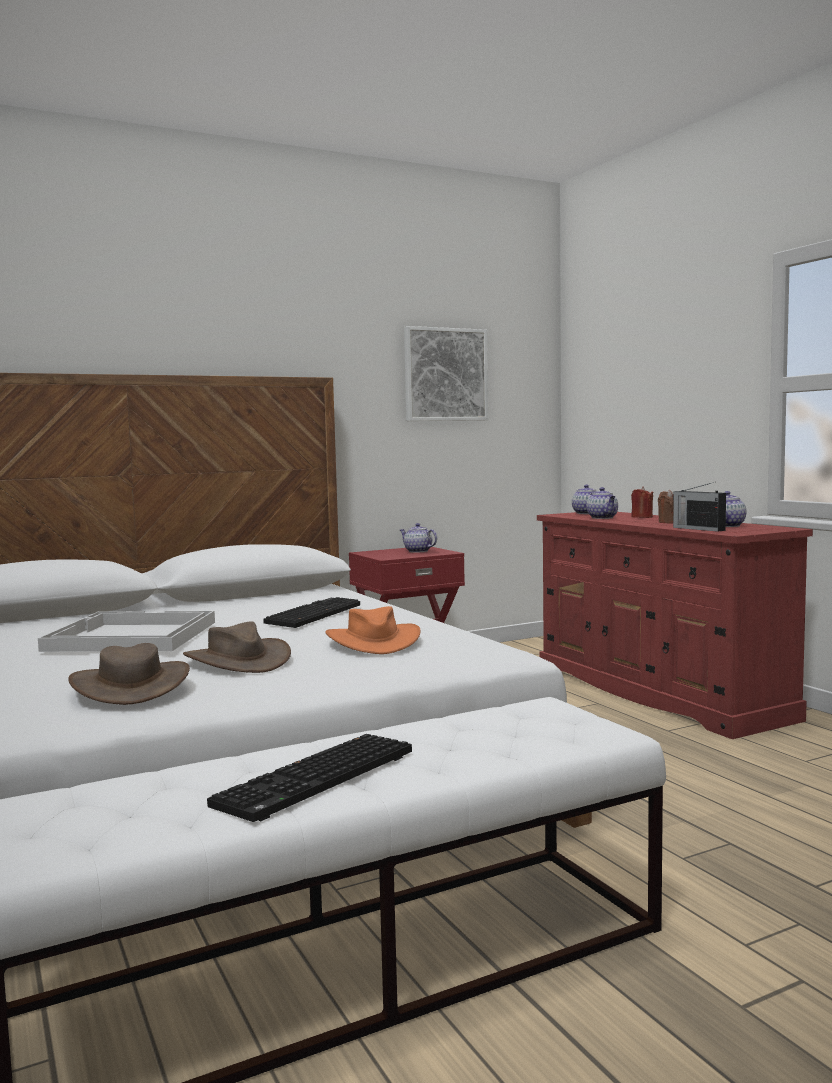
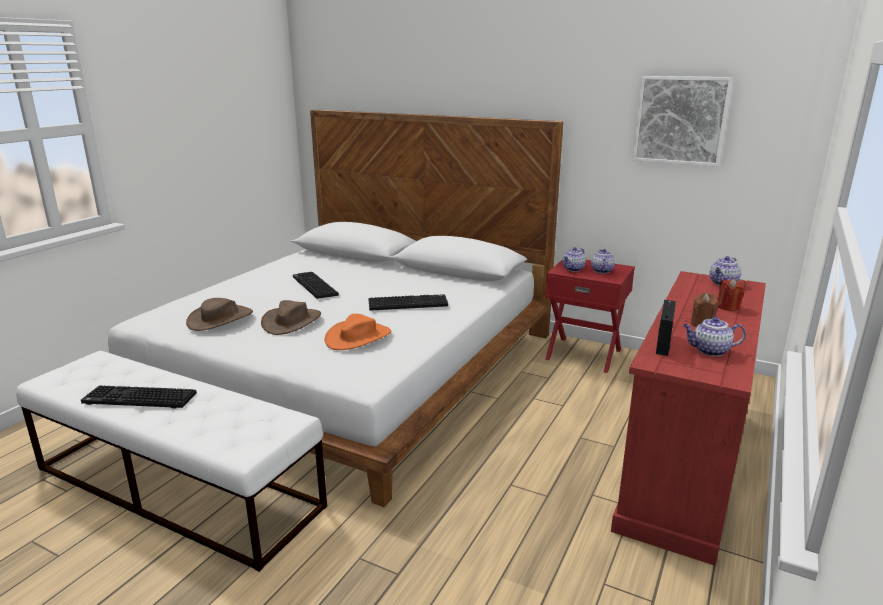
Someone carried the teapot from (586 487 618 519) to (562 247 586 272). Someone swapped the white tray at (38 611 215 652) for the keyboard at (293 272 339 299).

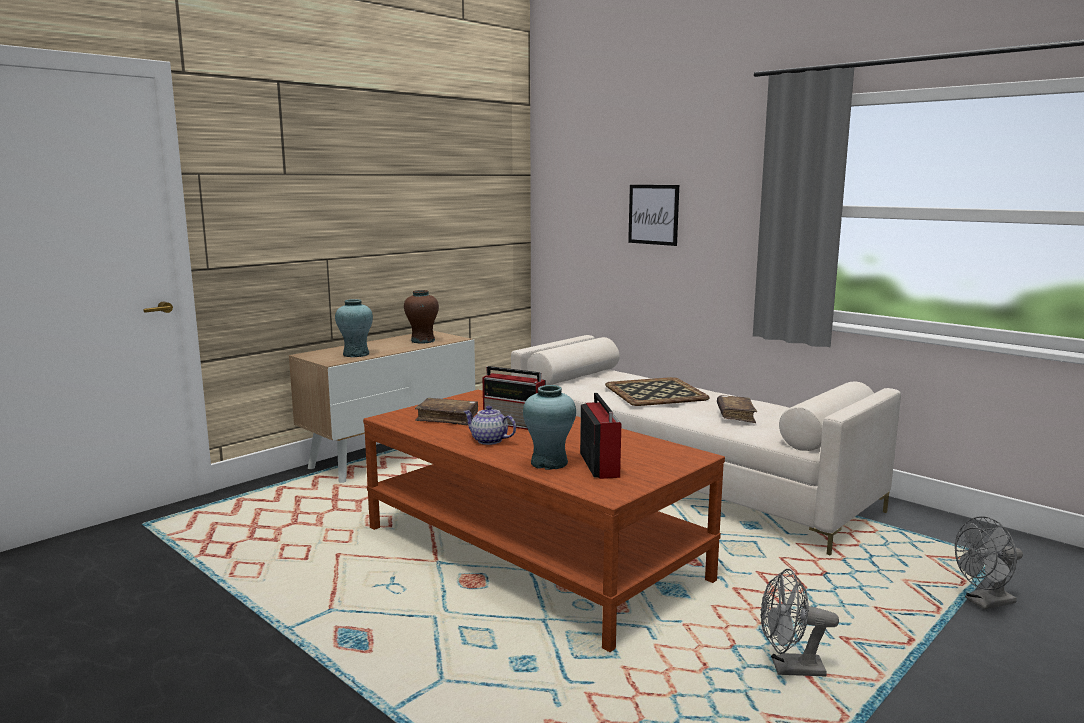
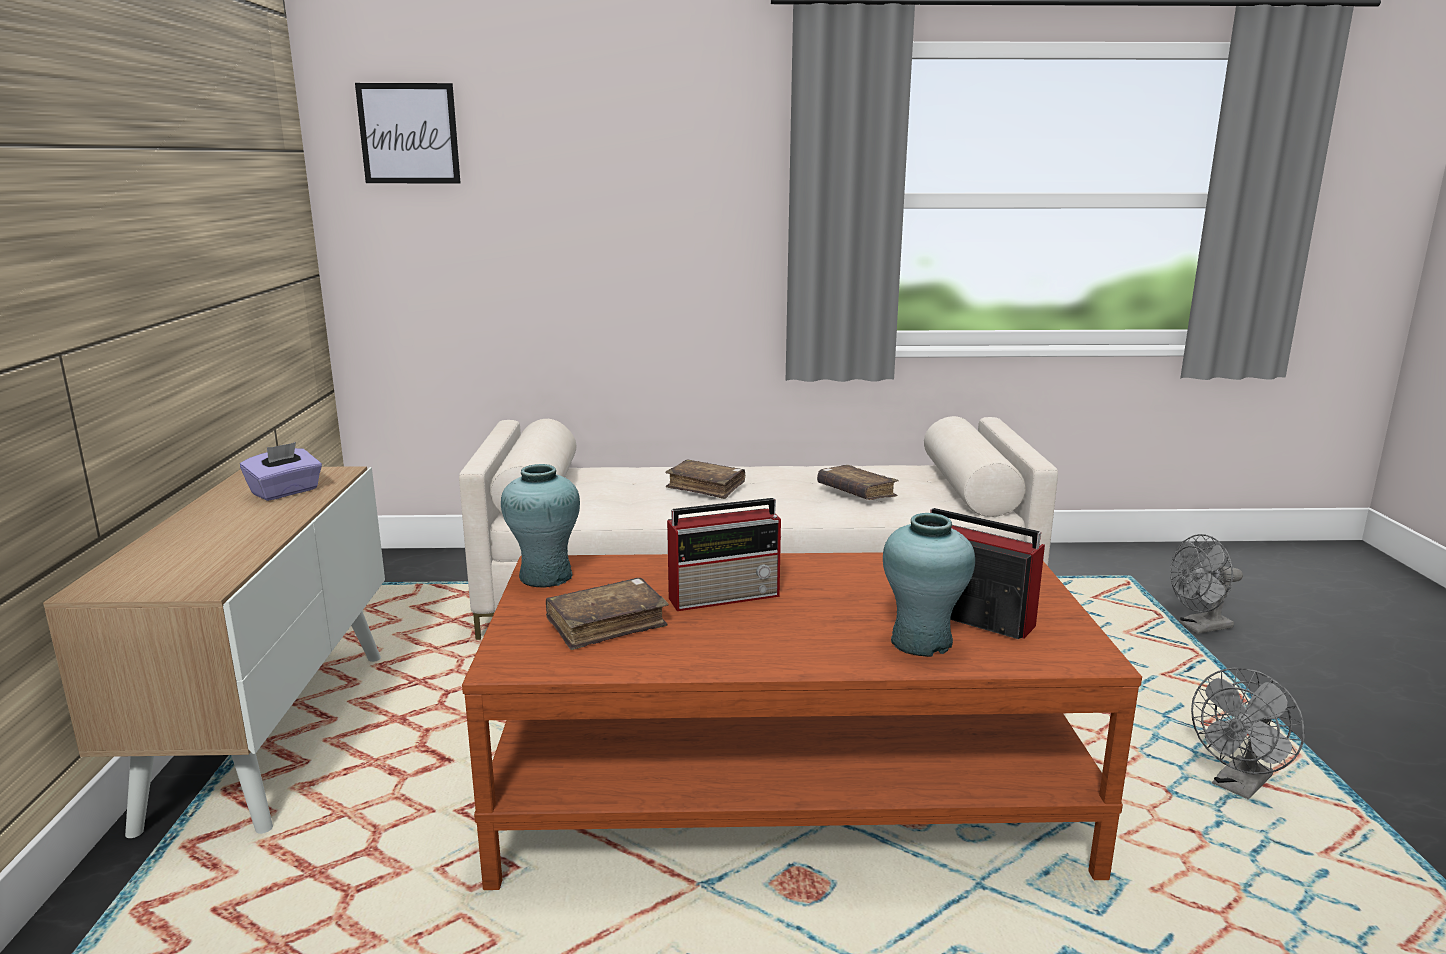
Someone took away the teapot at (463 406 516 445). Someone carried the turquoise vase from (335 299 373 357) to (501 464 580 588). Someone carried the picture from (628 185 679 246) to (355 83 460 183). Someone swapped the brown vase at (404 290 439 343) for the purple tissue box at (240 442 322 501). Someone swapped the tray at (605 377 710 406) for the brown book at (665 460 745 499). Someone rotated the grey fan at (955 516 1023 610) by 45 degrees clockwise.

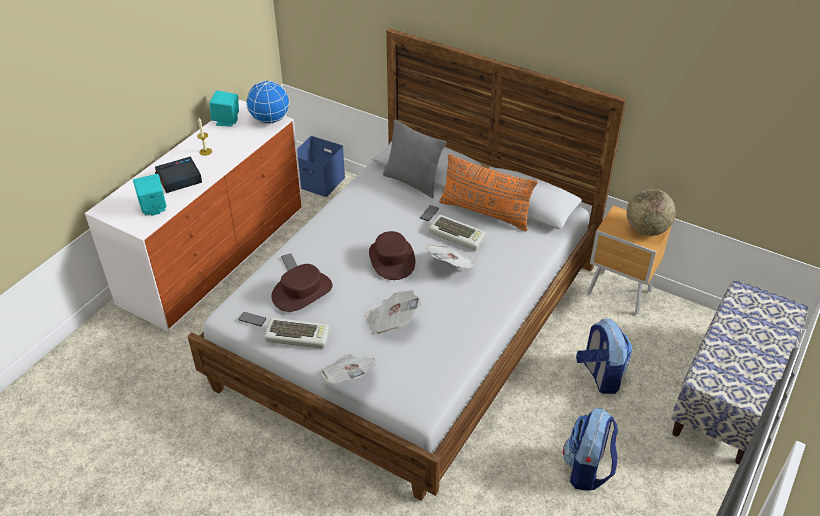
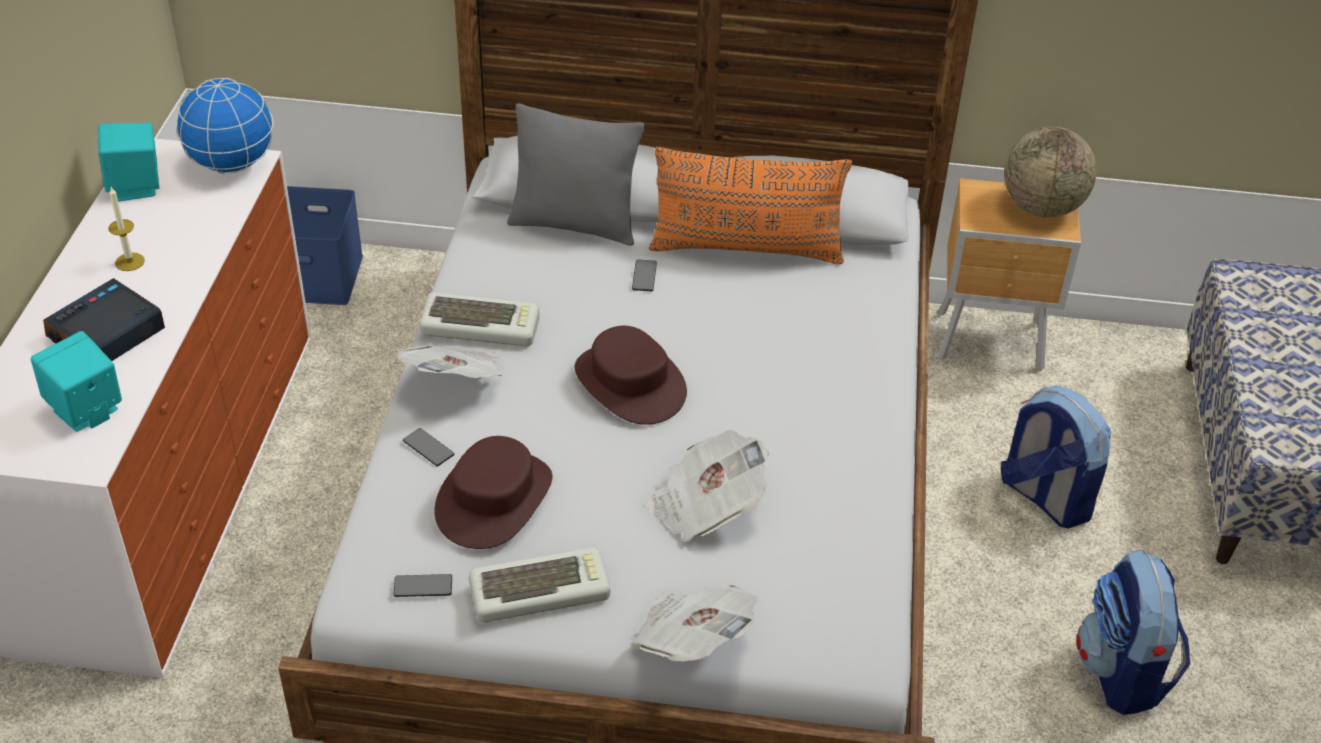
Someone carried the newspaper from (426 245 477 269) to (397 345 503 378). Someone carried the keyboard from (429 215 486 250) to (419 292 540 346).

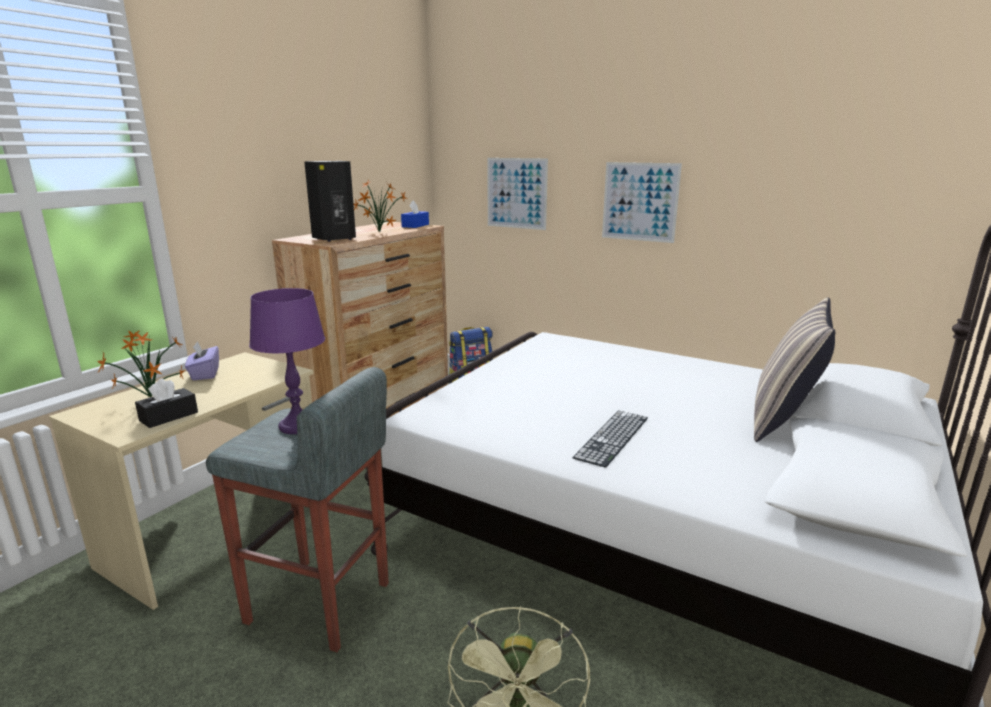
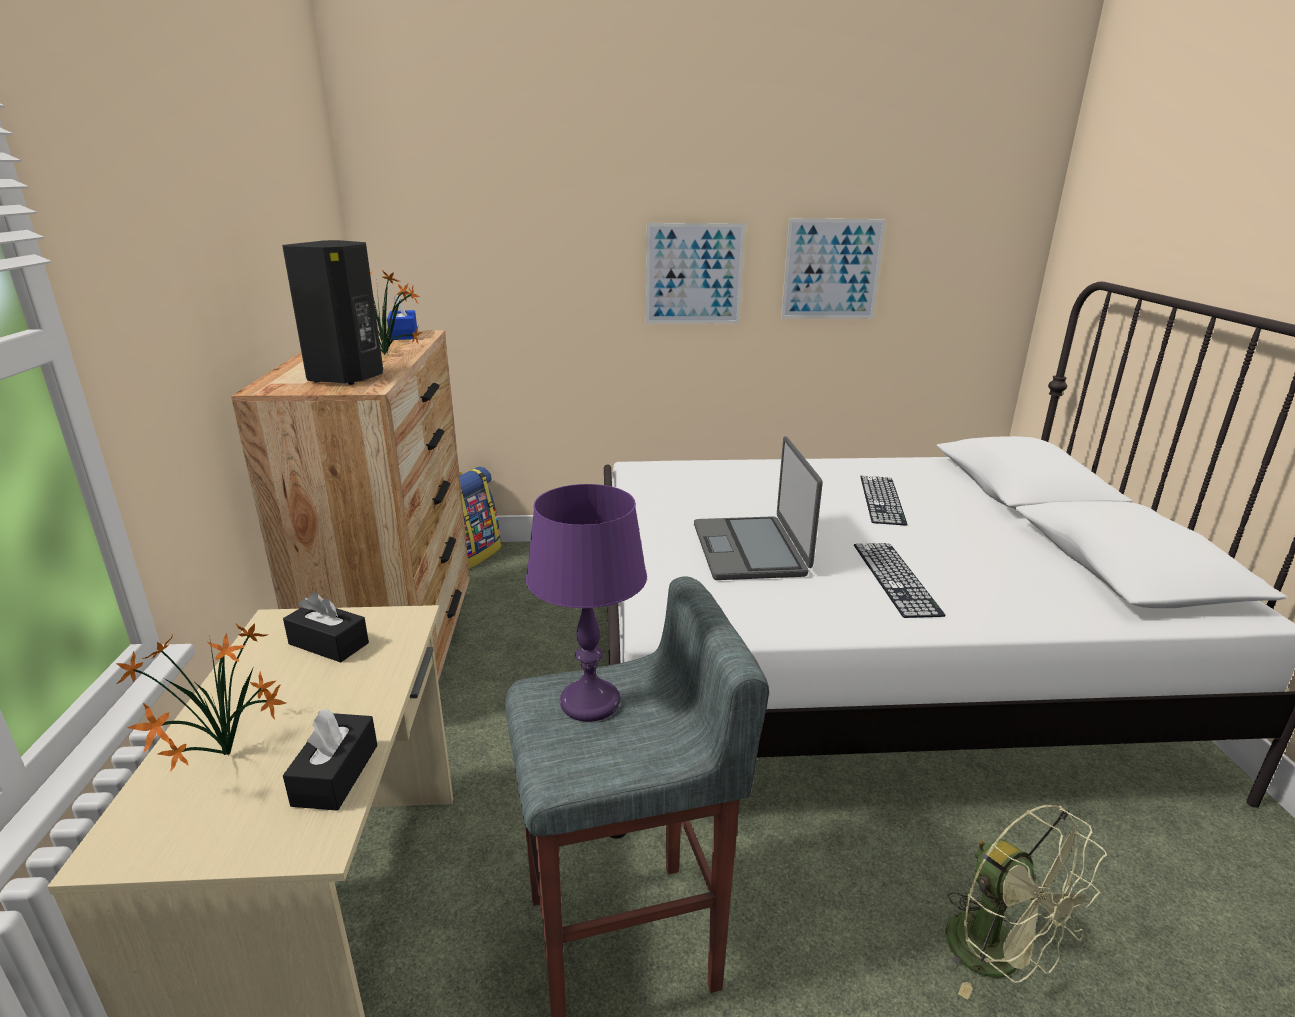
Someone took away the purple tissue box at (185 341 219 380). Someone took away the pillow at (754 297 835 442). Someone put down the black tissue box at (283 592 369 663). Someone put down the laptop at (694 436 823 580). Someone put down the keyboard at (860 476 908 525). Someone carried the picture from (487 158 548 230) to (781 219 886 319).

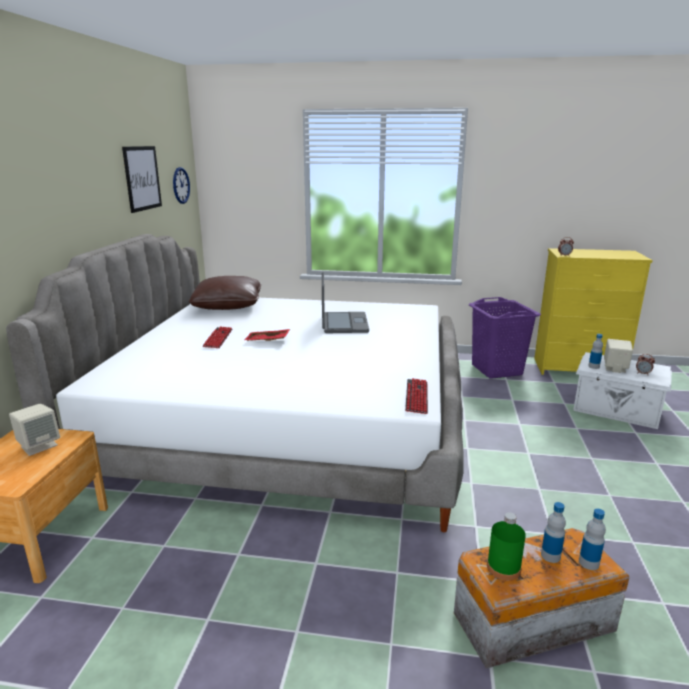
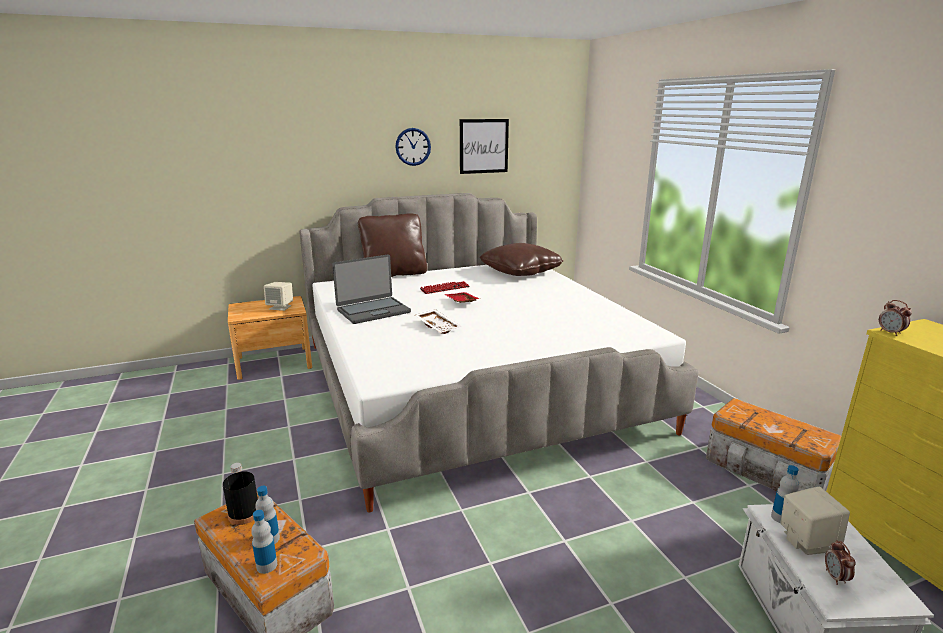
Someone took away the keyboard at (405 378 428 414). Someone put down the brown pillow at (358 213 427 277). Someone put down the white tray at (415 309 461 334). Someone carried the wall clock from (173 167 190 204) to (395 128 431 166). Someone carried the laptop from (322 272 369 333) to (332 254 411 324). Someone swapped the purple laundry basket at (469 297 541 379) for the storage box at (706 398 842 491). Someone repainted the green bottle at (487 512 526 580), which became the black bottle at (223 463 258 525).

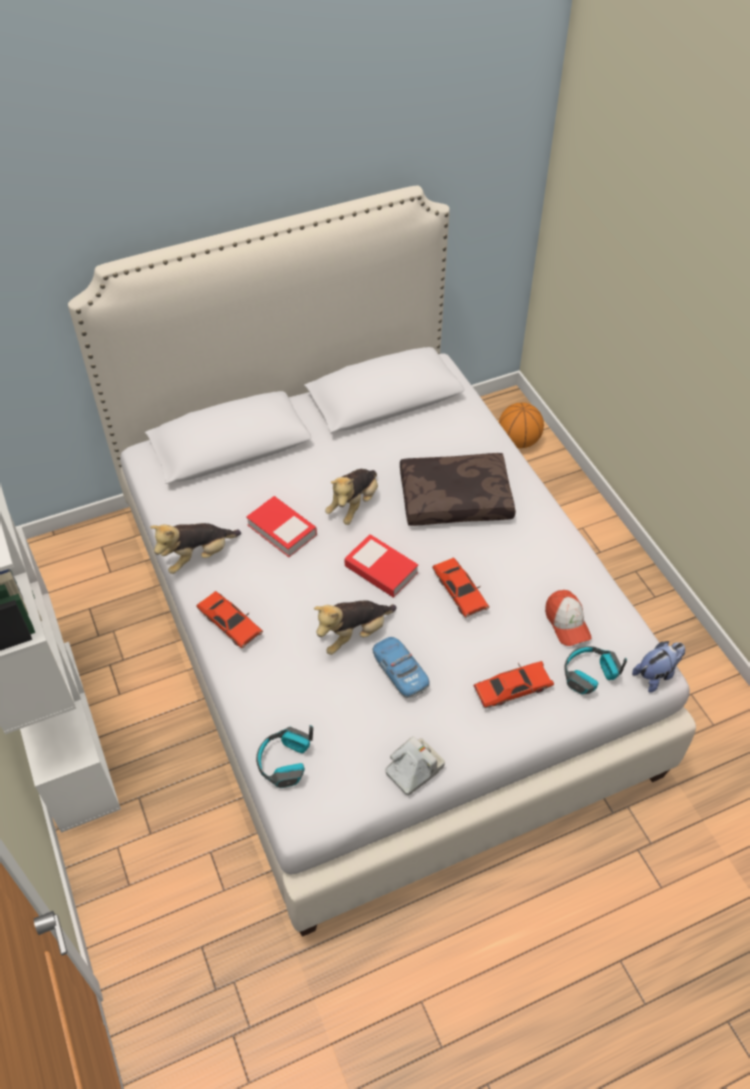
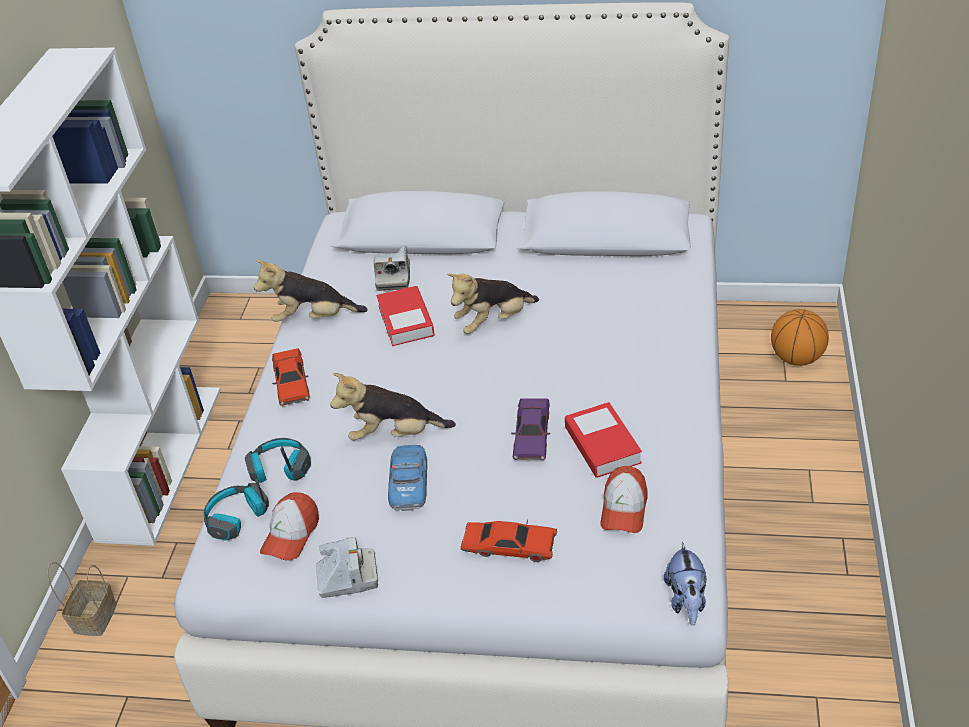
Someone took away the brown pillow at (400 453 516 526). Someone put down the basket at (48 562 117 636). Someone put down the cap at (260 492 319 561). Someone put down the photo camera at (374 245 410 291). Someone carried the book from (344 534 418 598) to (565 402 642 478). Someone carried the headphones from (564 646 627 695) to (245 438 311 483). Someone repainted the red toy car at (432 558 489 618), which became the purple toy car at (511 398 550 460). Someone rotated the plush toy at (632 641 685 693) by 90 degrees clockwise.

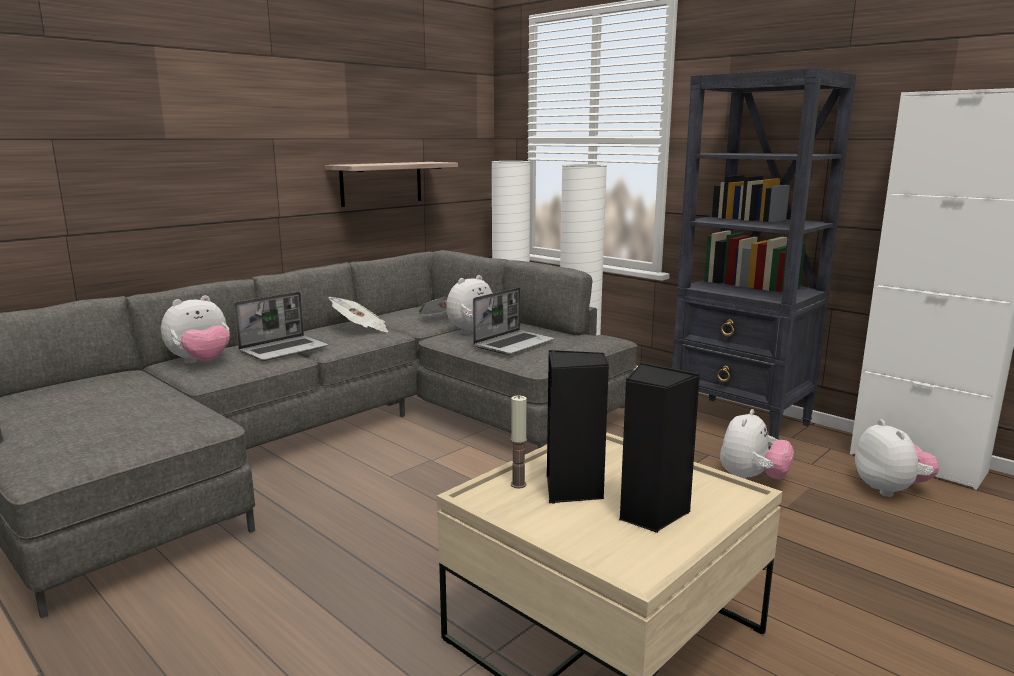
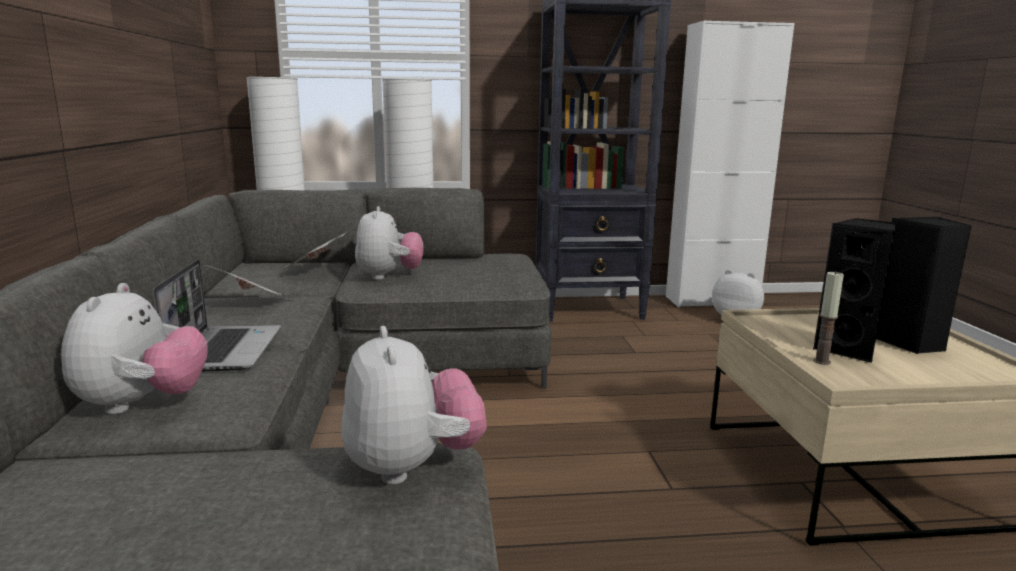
Someone took away the shelf at (325 162 458 207). Someone took away the laptop at (473 287 555 355). Someone carried the plush toy from (720 409 794 479) to (341 326 487 485).

